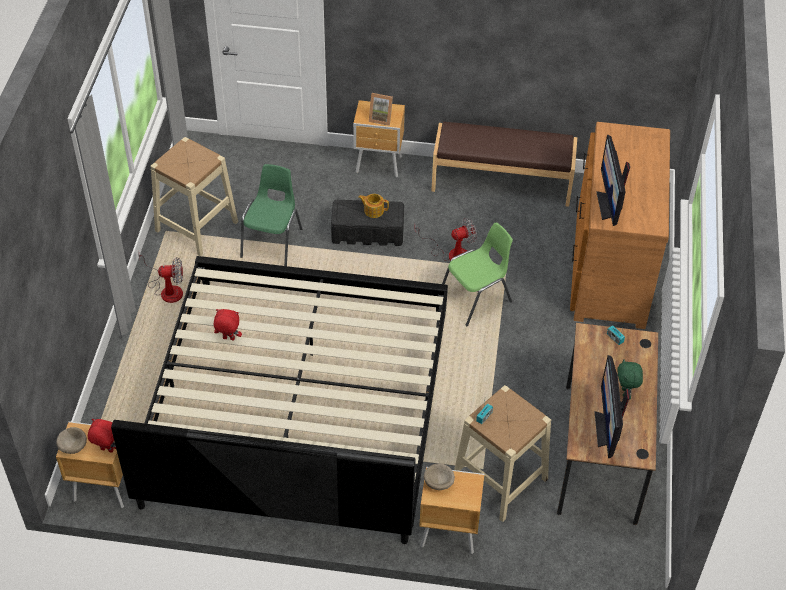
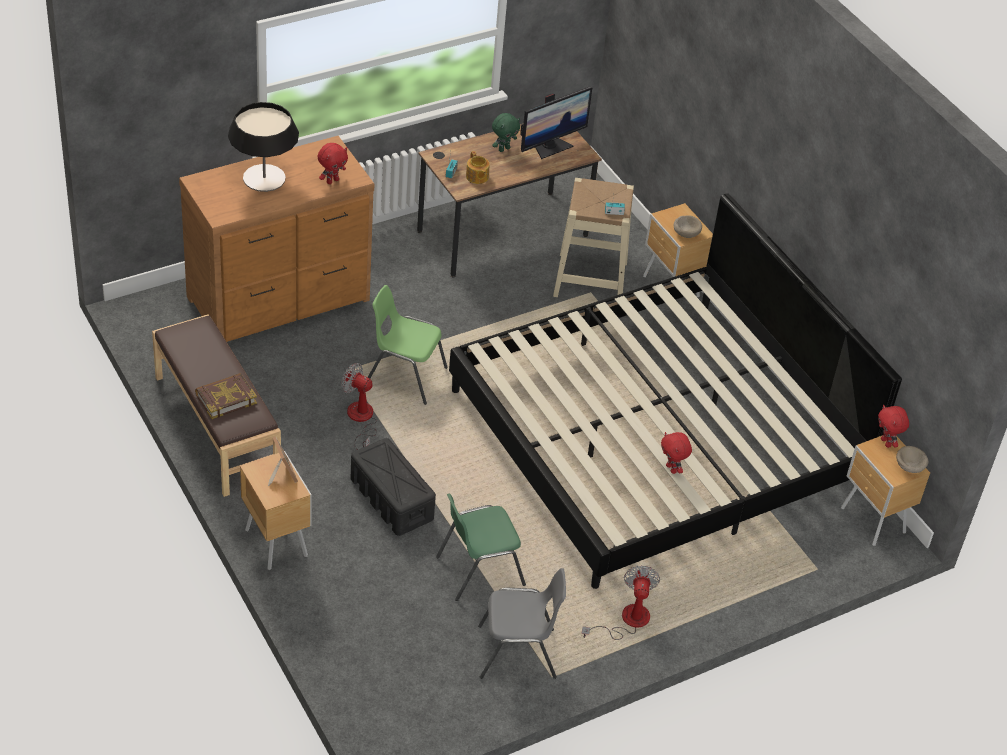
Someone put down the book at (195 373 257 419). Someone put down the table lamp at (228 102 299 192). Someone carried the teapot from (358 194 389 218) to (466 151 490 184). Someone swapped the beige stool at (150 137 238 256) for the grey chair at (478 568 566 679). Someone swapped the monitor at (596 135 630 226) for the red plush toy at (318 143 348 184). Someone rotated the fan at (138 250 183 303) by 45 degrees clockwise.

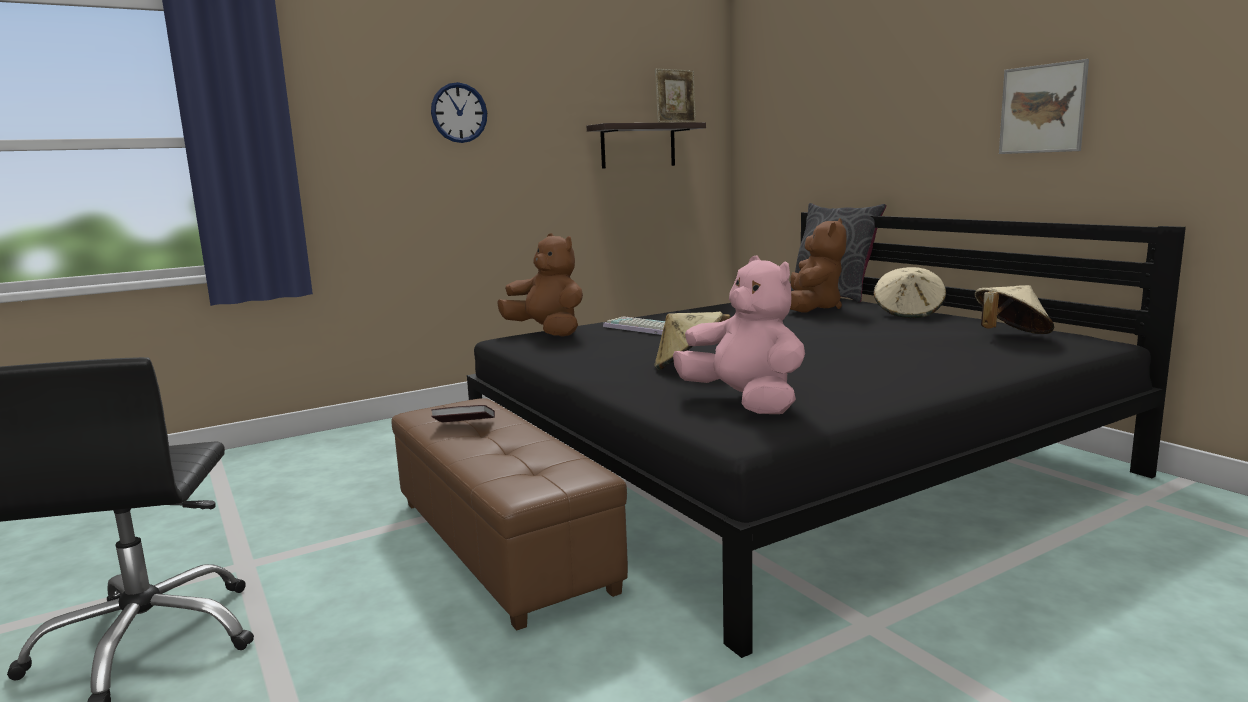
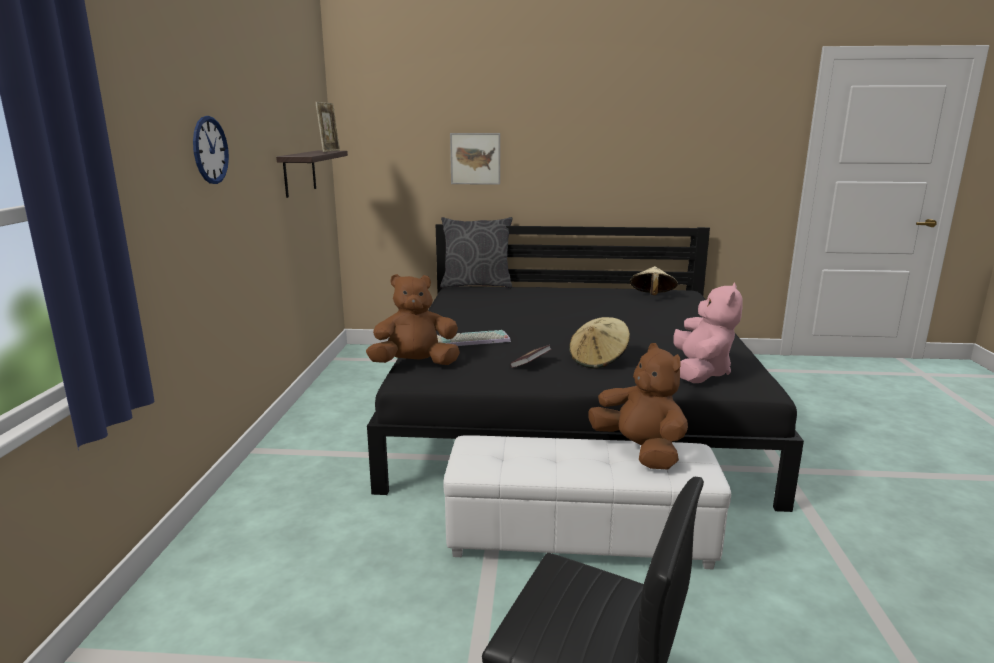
Someone took away the beige hat at (873 267 946 318). Someone carried the book from (431 405 495 422) to (510 345 552 368). Someone carried the brown plush toy from (790 218 847 313) to (588 343 688 470). Someone carried the picture from (999 59 1089 154) to (450 133 500 185). Someone repainted the brown ottoman at (391 398 628 631), which became the white ottoman at (444 435 731 569). Someone rotated the pink plush toy at (673 256 805 414) by 105 degrees clockwise.

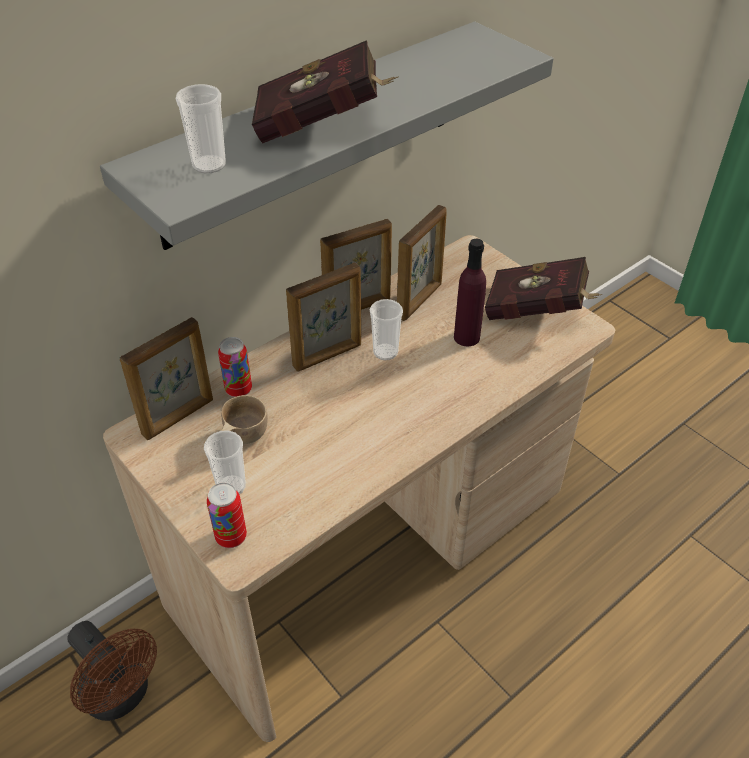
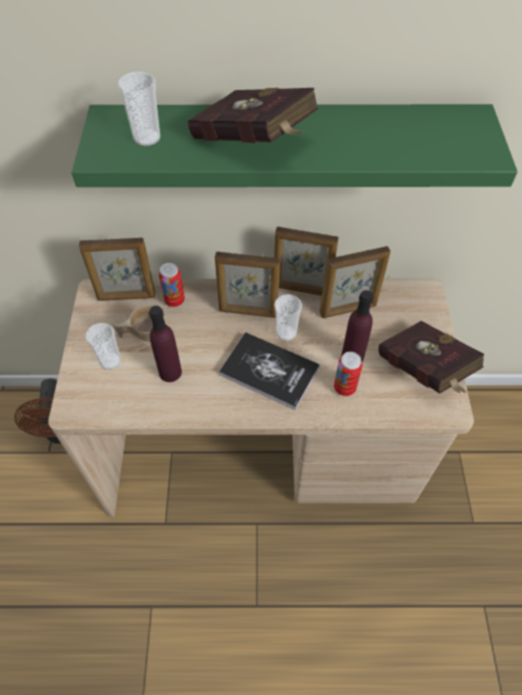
Someone put down the purple bottle at (149 306 182 382). Someone put down the book at (219 332 320 410). Someone carried the can from (207 483 247 548) to (334 352 362 396). Someone repainted the grey shelf at (100 22 554 250), which became the green shelf at (72 104 518 187).

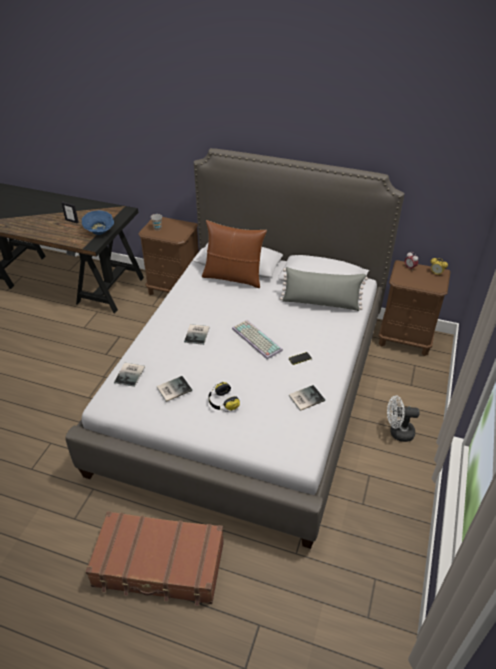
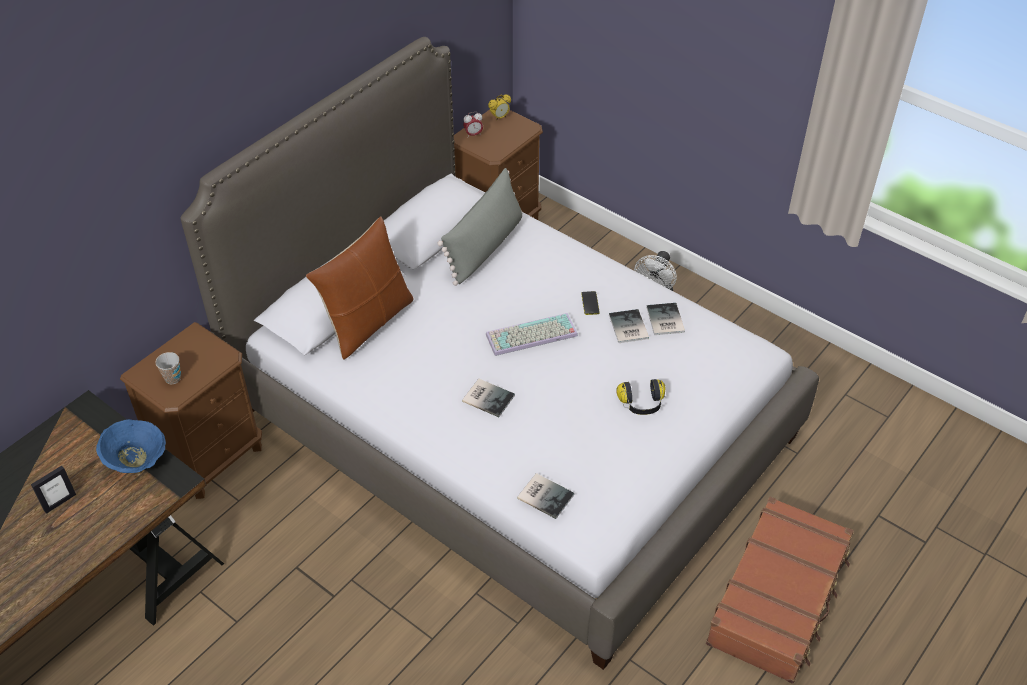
Someone carried the book from (157 376 192 402) to (609 309 649 343).

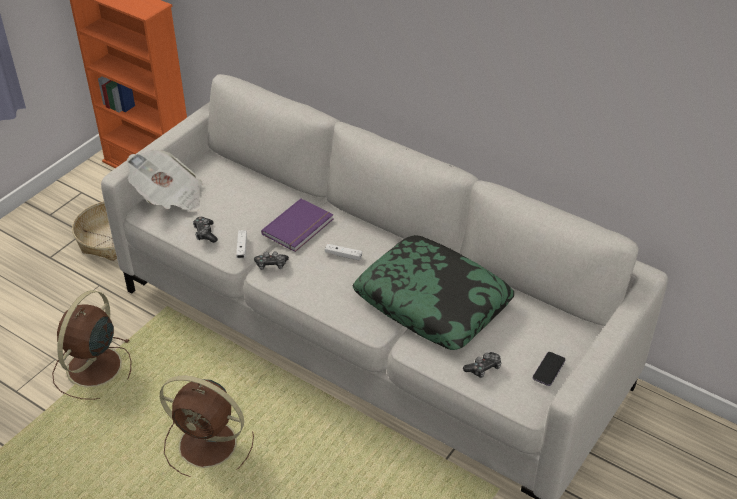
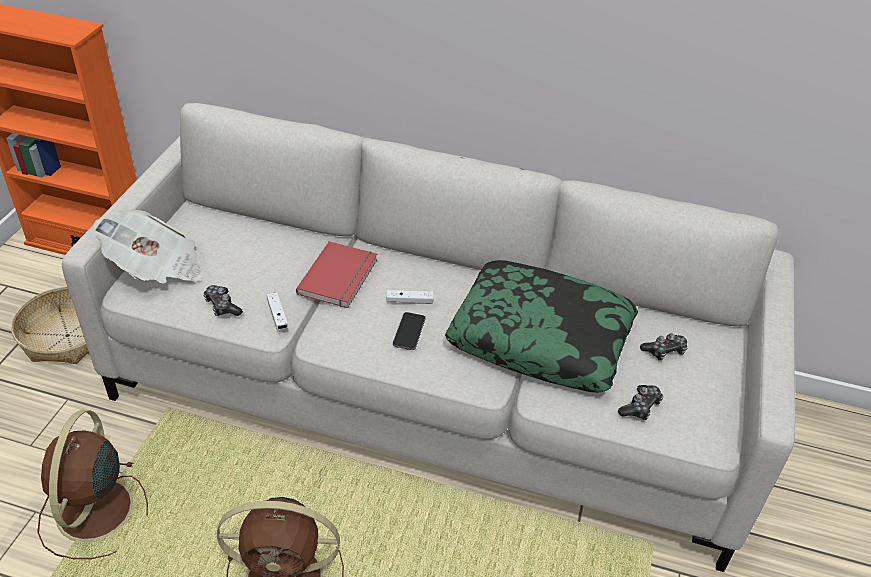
Someone carried the game controller from (254 251 289 270) to (640 333 687 361). Someone carried the phone from (533 352 566 386) to (393 312 426 350). Someone repainted the purple book at (261 199 334 252), which became the red book at (296 241 377 308).

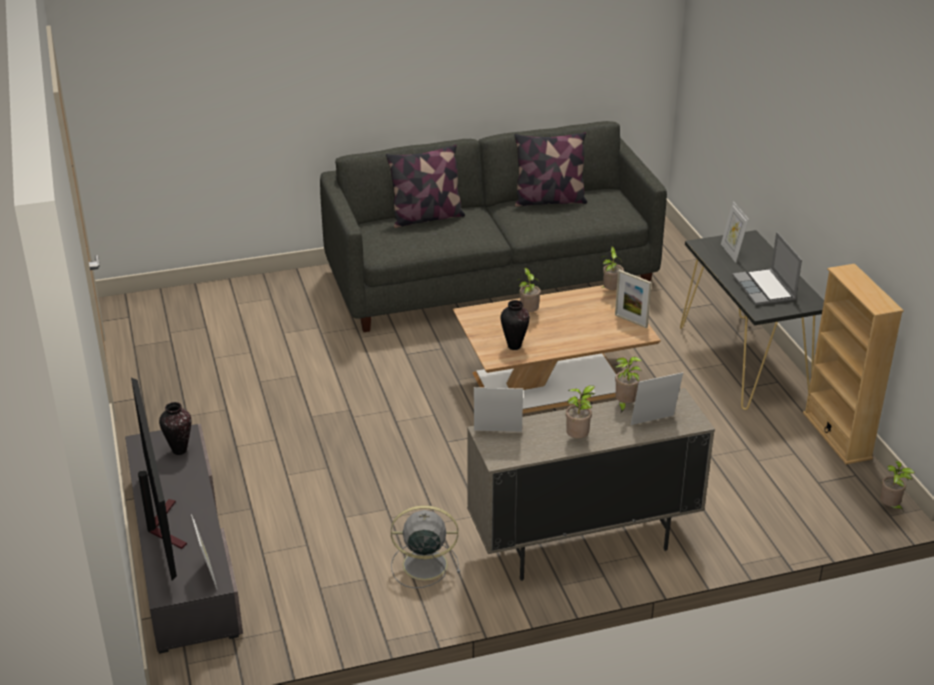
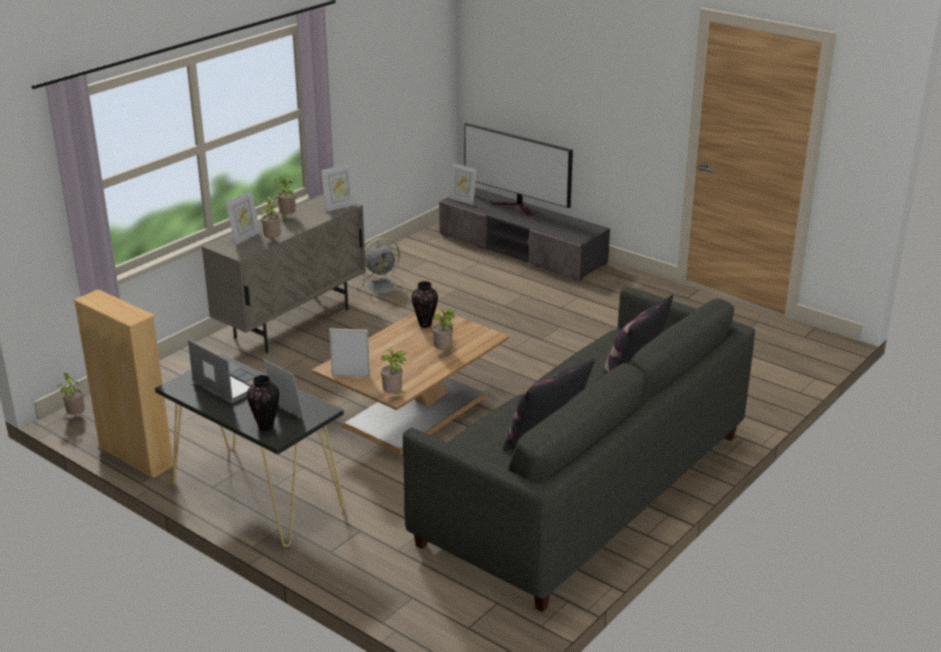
Someone carried the vase from (159 402 192 455) to (247 375 279 431).

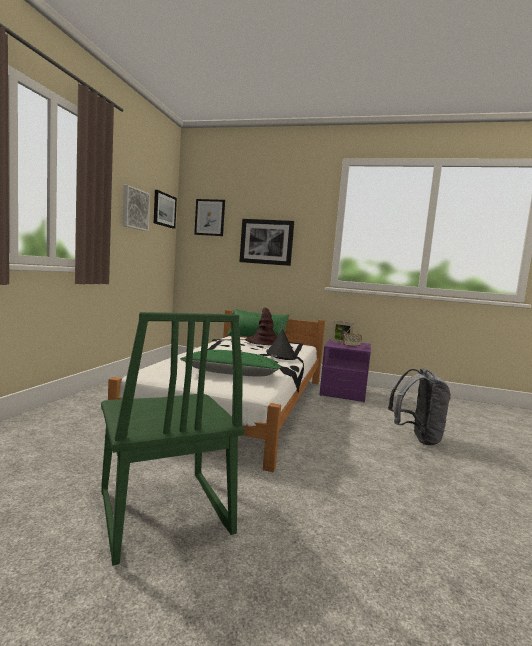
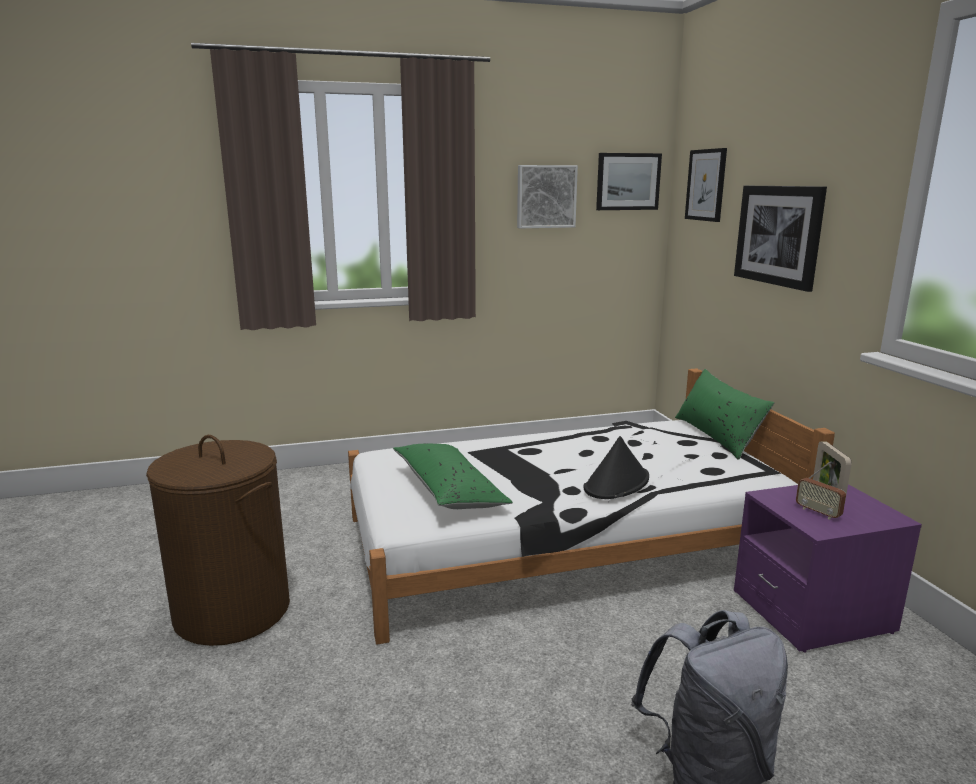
Someone took away the brown hat at (245 308 277 346). Someone swapped the green chair at (101 312 245 566) for the brown laundry basket at (146 435 290 646).

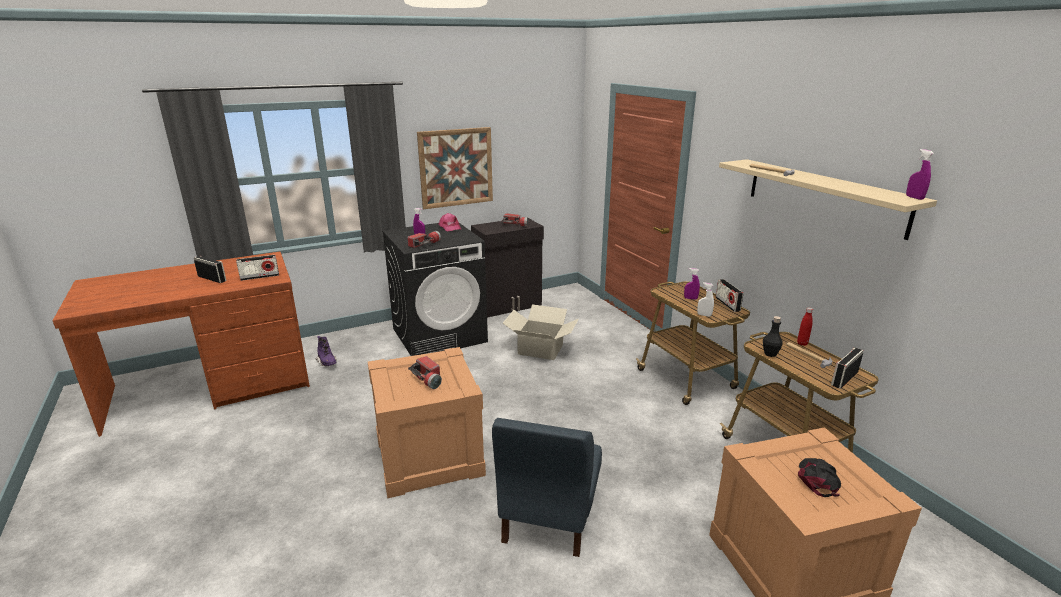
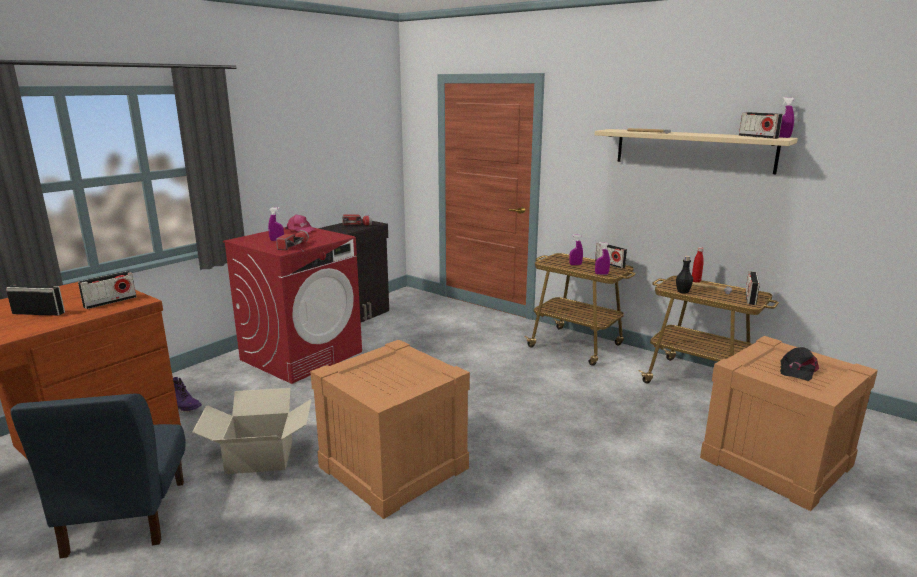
Someone took away the flashlight at (408 356 442 389). Someone took away the picture at (417 127 493 209). Someone put down the radio at (739 112 783 139). Someone carried the blue chair from (492 418 602 557) to (10 393 186 558). Someone carried the cardboard box from (503 304 579 360) to (192 388 312 474). Someone repainted the black washing machine at (382 223 488 356), which became the red washing machine at (223 227 362 384). Someone repainted the white spray bottle at (697 282 714 317), which became the purple spray bottle at (595 242 610 275). Someone rotated the black cap at (798 458 841 497) by 135 degrees counterclockwise.

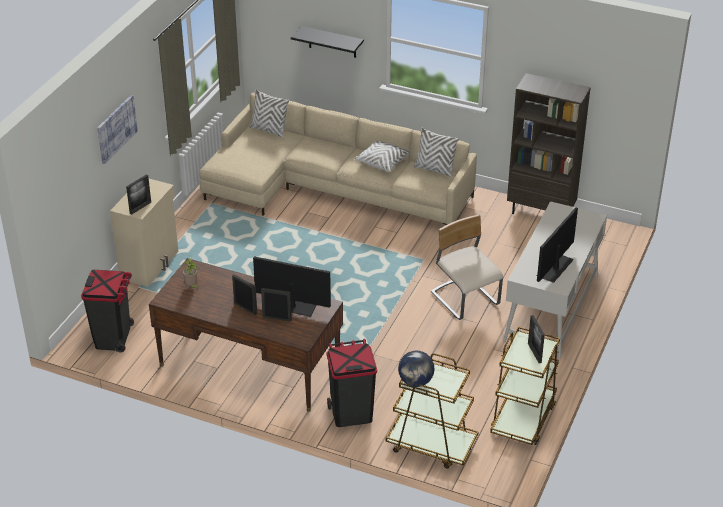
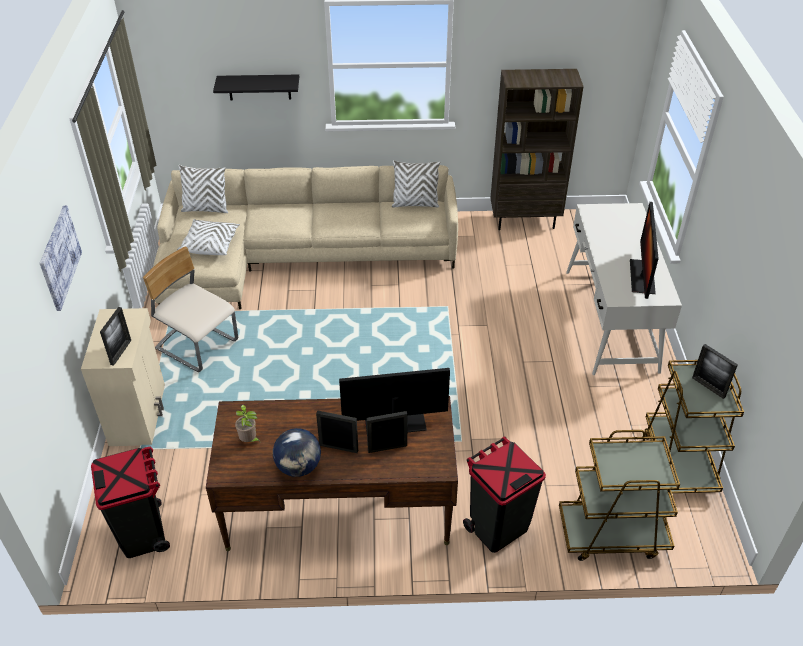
Someone carried the white pillow from (354 141 411 172) to (177 219 240 255). Someone carried the globe from (398 351 435 387) to (273 428 321 477). Someone carried the beige chair from (431 214 503 320) to (143 247 238 372).

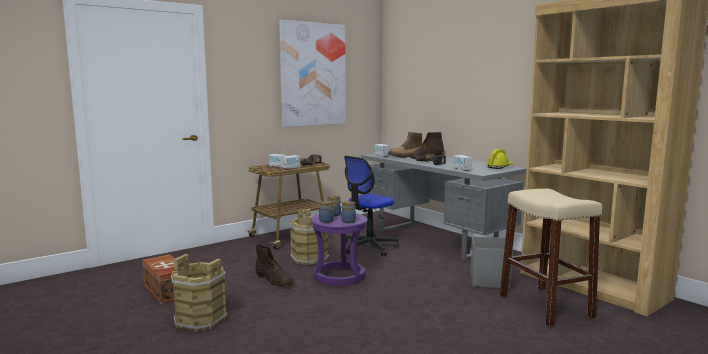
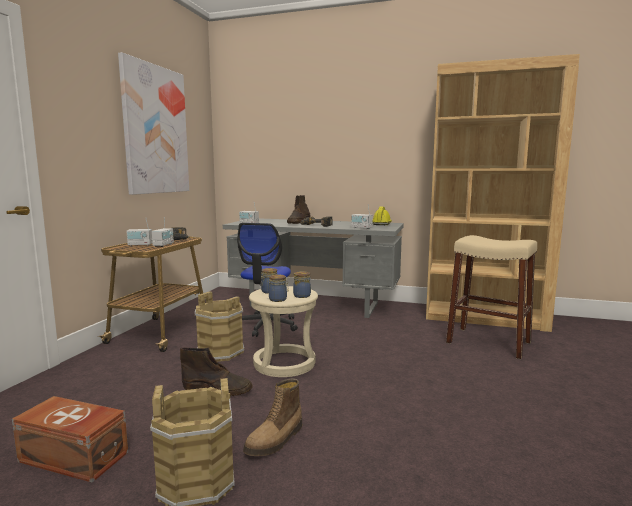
Someone took away the grey storage box at (470 236 513 289). Someone carried the boot from (388 132 422 158) to (243 378 302 456). Someone repainted the purple stool at (311 213 368 286), which became the beige stool at (249 286 318 377).

